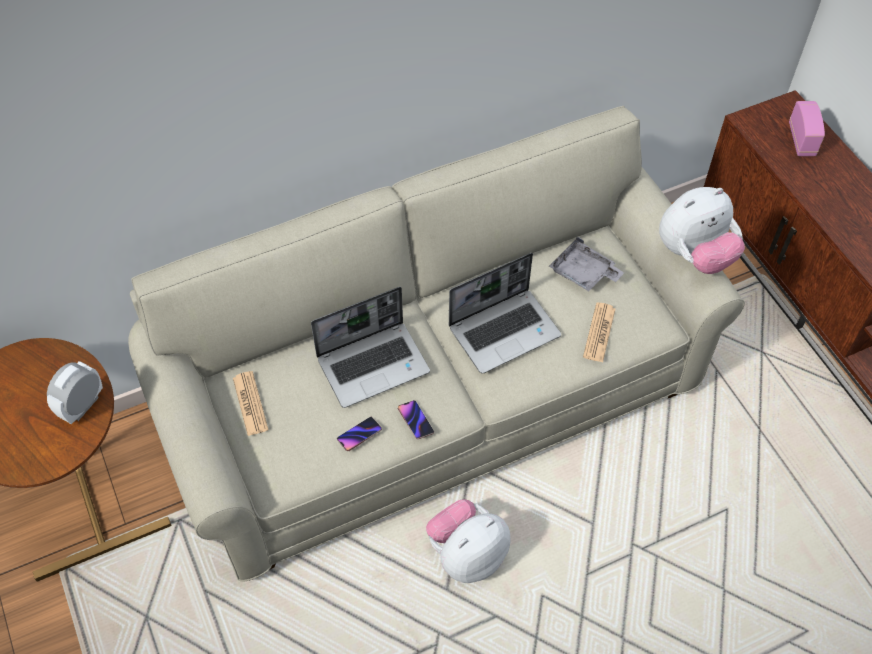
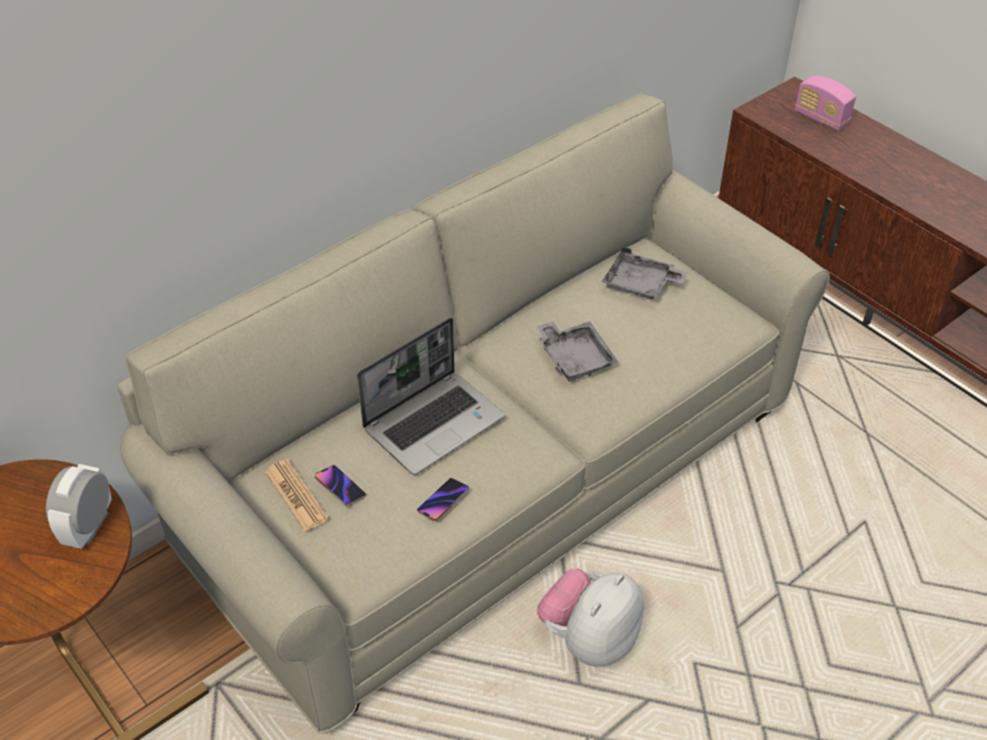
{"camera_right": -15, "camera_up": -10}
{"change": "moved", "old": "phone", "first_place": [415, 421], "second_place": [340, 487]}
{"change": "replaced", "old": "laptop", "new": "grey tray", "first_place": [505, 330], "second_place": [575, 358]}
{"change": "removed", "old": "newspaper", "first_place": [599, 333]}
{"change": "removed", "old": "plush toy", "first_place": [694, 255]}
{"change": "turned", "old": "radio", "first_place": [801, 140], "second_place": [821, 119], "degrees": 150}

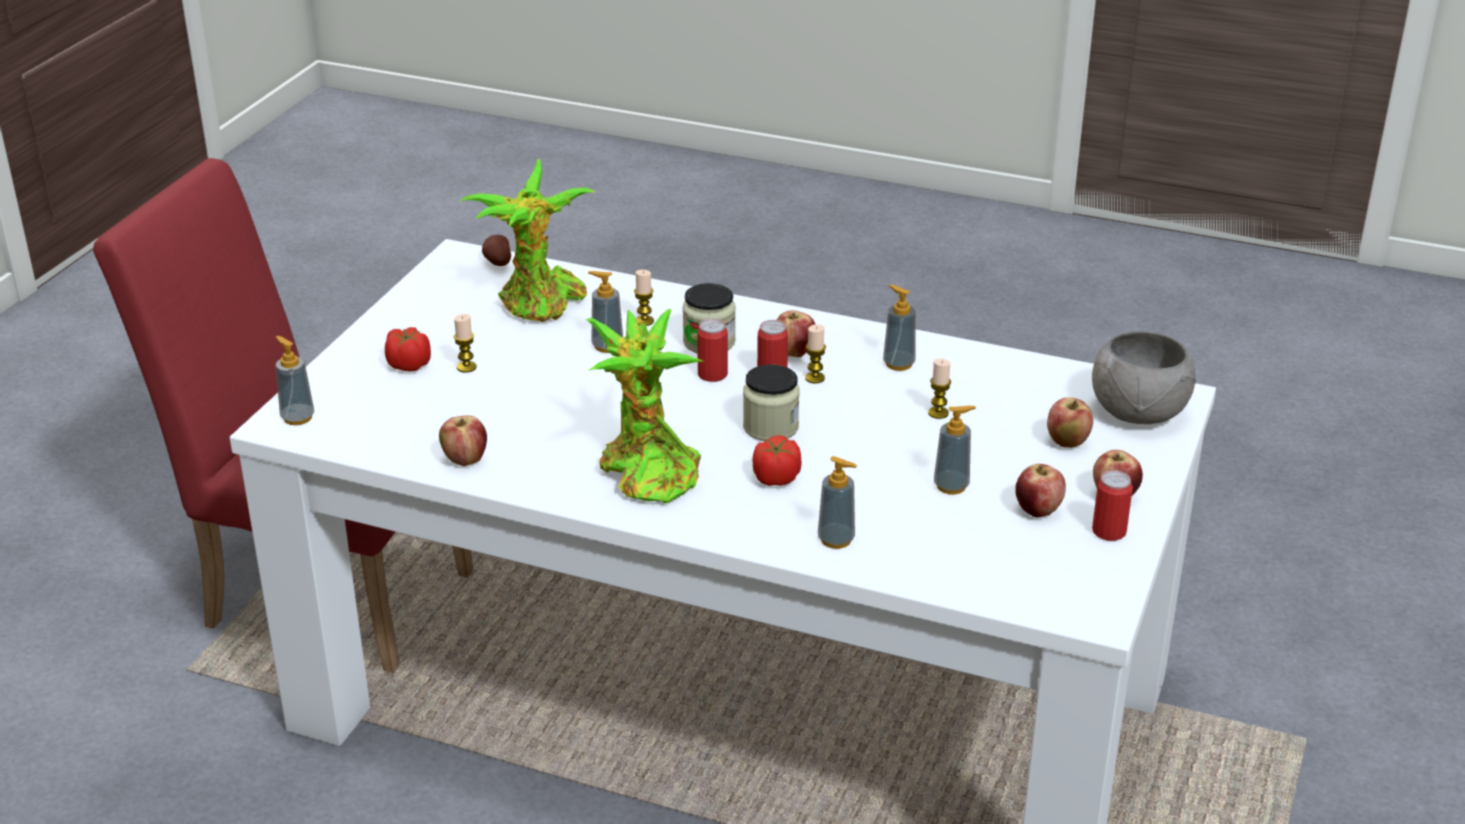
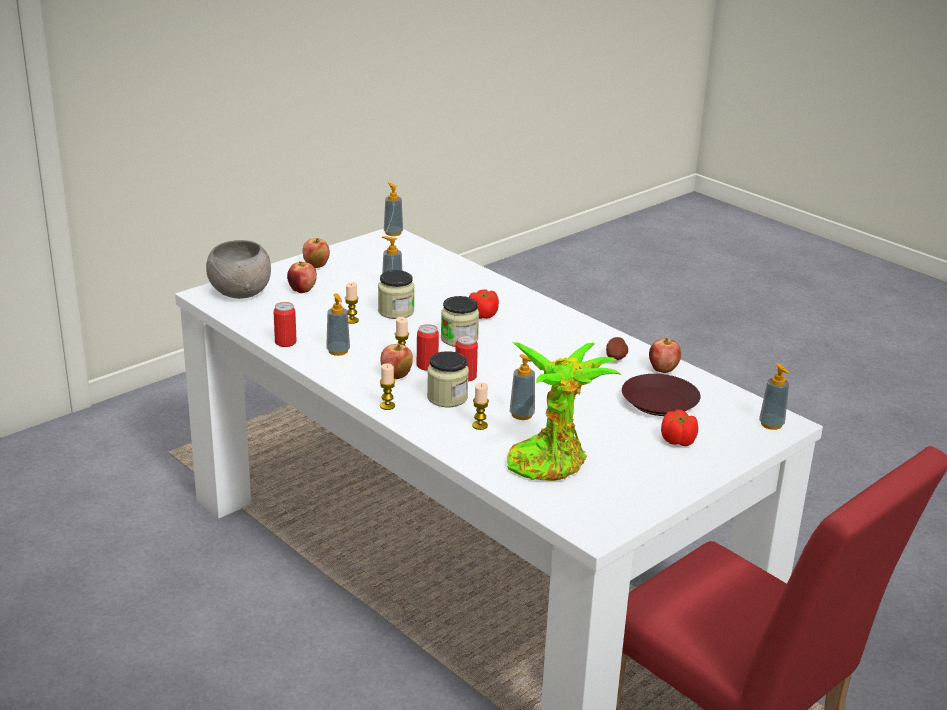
{"camera_right": -155, "camera_up": -5}
{"change": "moved", "old": "candle", "first_place": [466, 367], "second_place": [387, 406]}
{"change": "moved", "old": "potato", "first_place": [497, 262], "second_place": [616, 358]}
{"change": "removed", "old": "potted plant", "first_place": [646, 471]}
{"change": "moved", "old": "soap dispenser", "first_place": [836, 540], "second_place": [393, 233]}
{"change": "removed", "old": "apple", "first_place": [1038, 511]}
{"change": "moved", "old": "can", "first_place": [1109, 531], "second_place": [285, 342]}
{"change": "added", "new": "jar", "second_place": [396, 311]}
{"change": "added", "new": "brown plate", "second_place": [659, 401]}

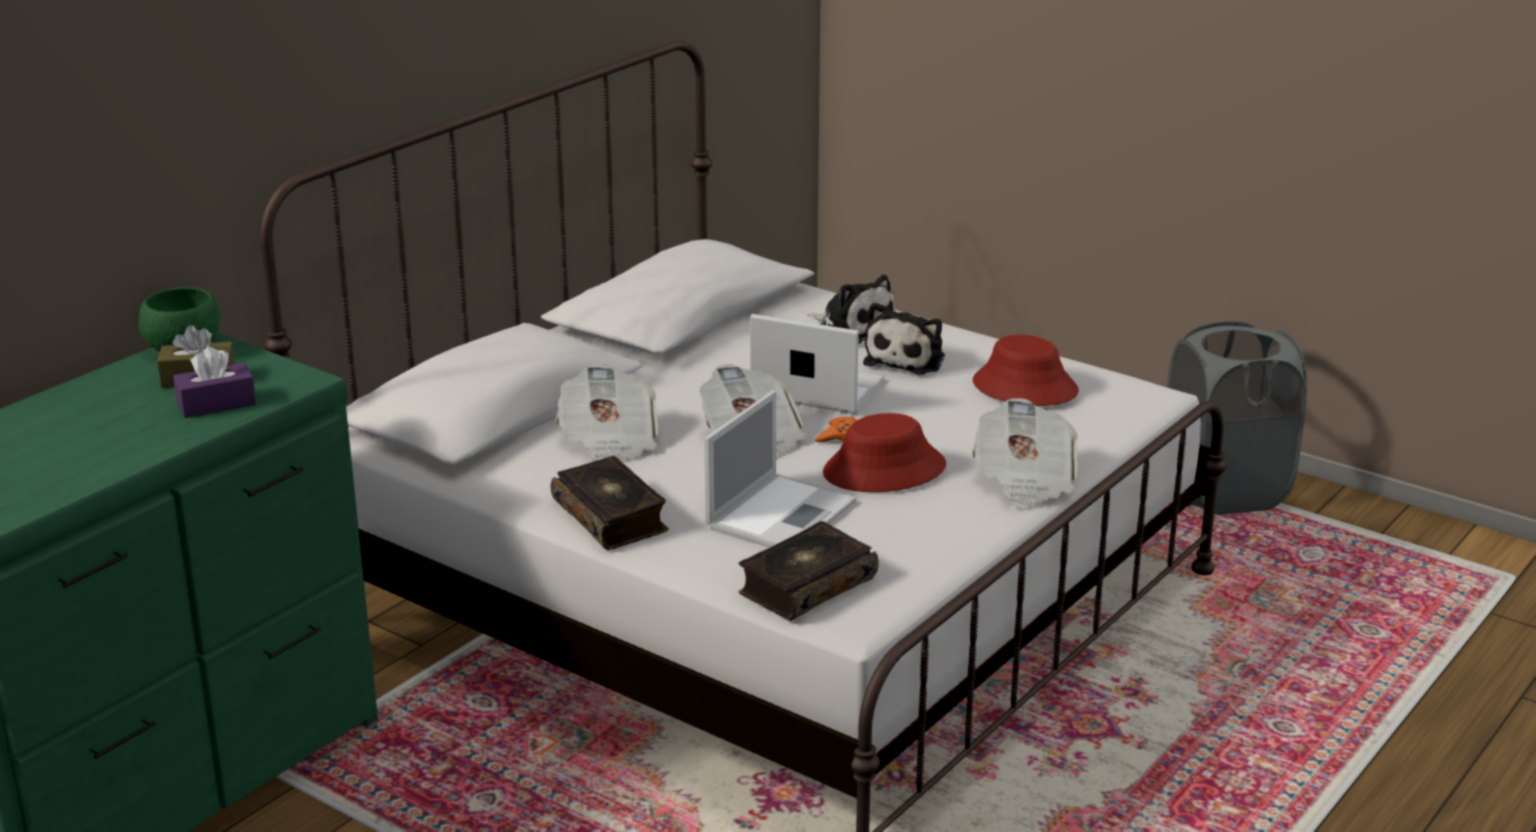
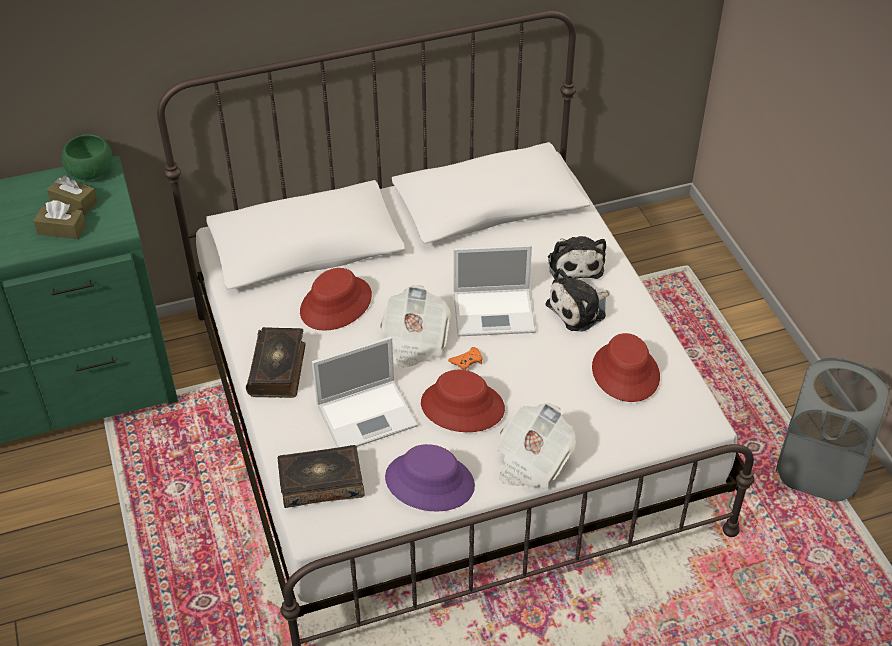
{"camera_right": 35, "camera_up": 20}
{"change": "recoloured", "old": "purple tissue box", "new": "brown tissue box", "first_place": [216, 404], "second_place": [62, 229]}
{"change": "replaced", "old": "newspaper", "new": "red hat", "first_place": [609, 443], "second_place": [336, 304]}
{"change": "turned", "old": "laptop", "first_place": [815, 389], "second_place": [495, 312], "degrees": 120}
{"change": "added", "new": "purple hat", "second_place": [430, 482]}

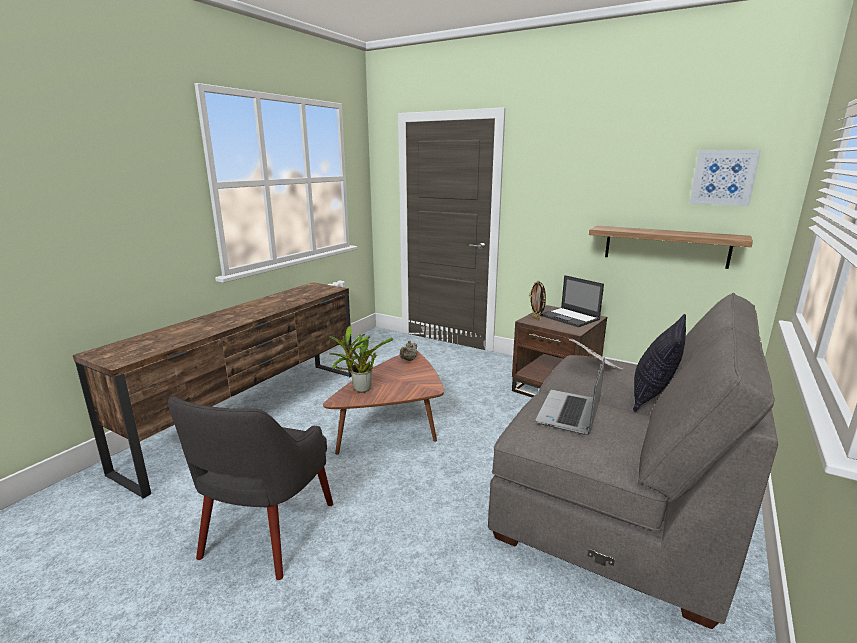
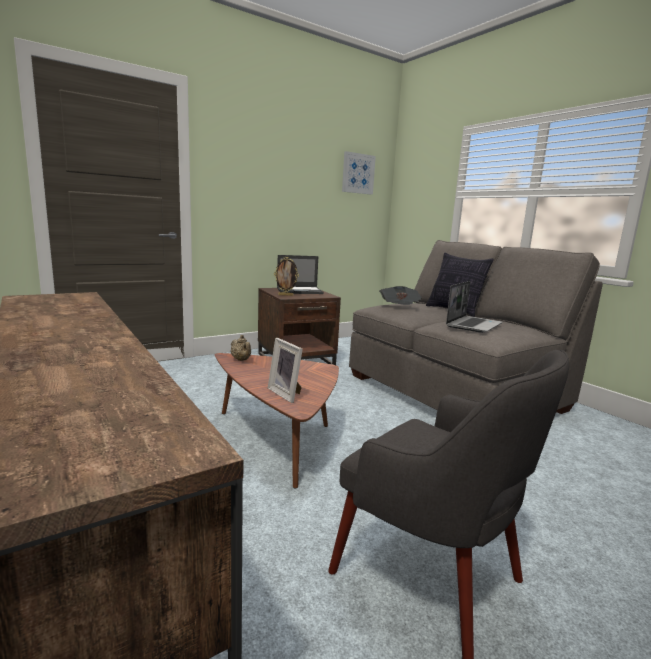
{"camera_right": -65, "camera_up": -5}
{"change": "replaced", "old": "potted plant", "new": "picture frame", "first_place": [360, 390], "second_place": [287, 393]}
{"change": "turned", "old": "laptop", "first_place": [569, 414], "second_place": [473, 325], "degrees": -105}
{"change": "removed", "old": "shelf", "first_place": [665, 246]}

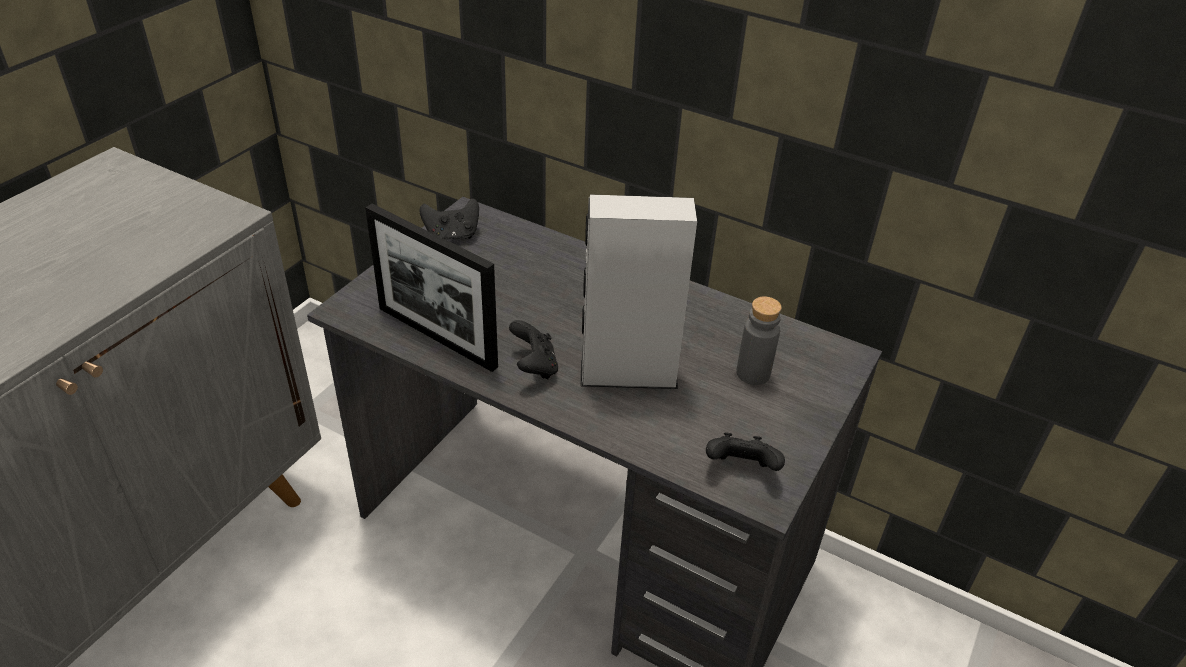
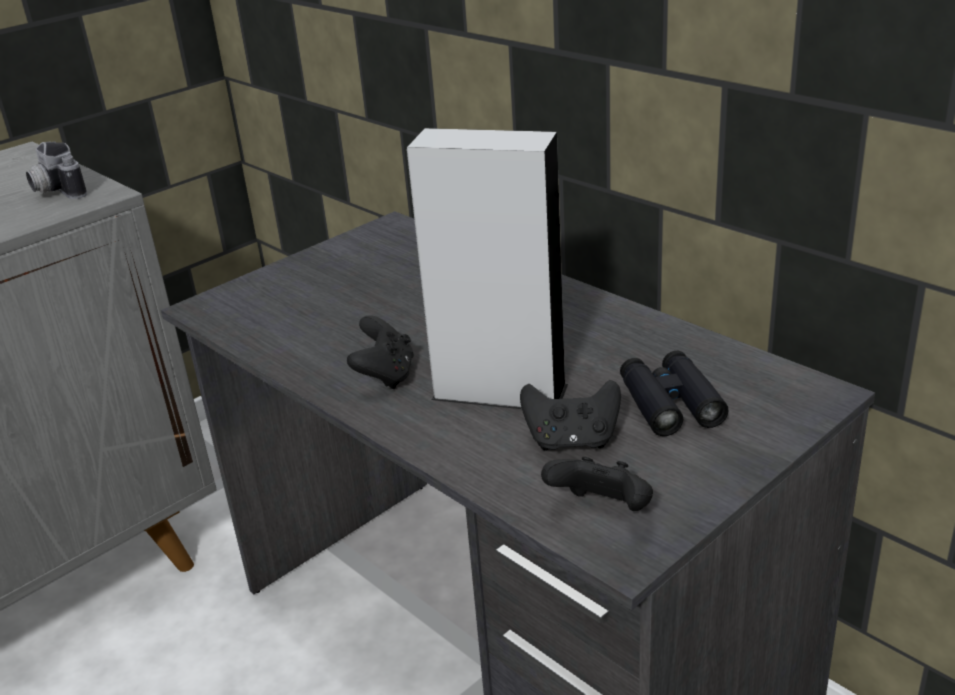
{"camera_right": 20, "camera_up": -10}
{"change": "removed", "old": "picture frame", "first_place": [437, 337]}
{"change": "moved", "old": "black game controller", "first_place": [452, 235], "second_place": [572, 440]}
{"change": "replaced", "old": "grey bottle", "new": "black binoculars", "first_place": [753, 373], "second_place": [670, 403]}
{"change": "added", "new": "photo camera", "second_place": [55, 191]}

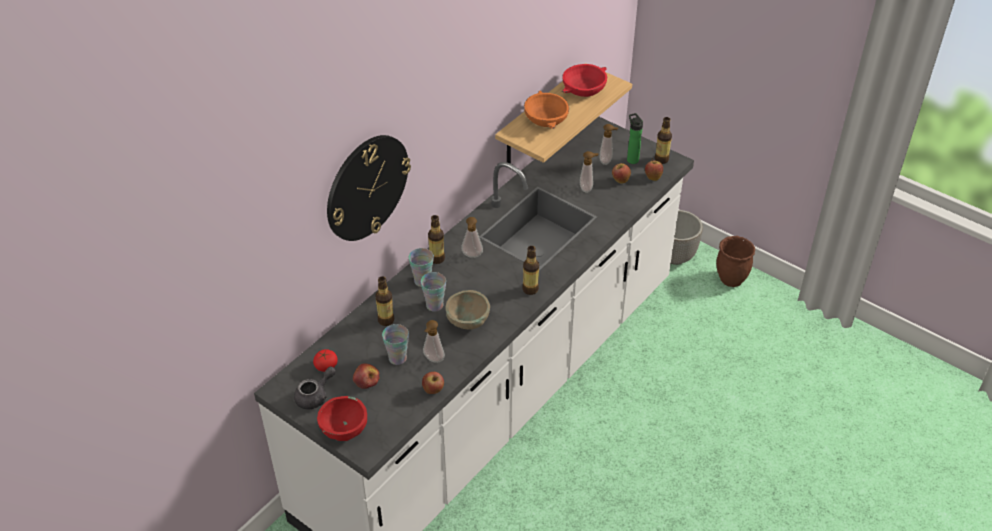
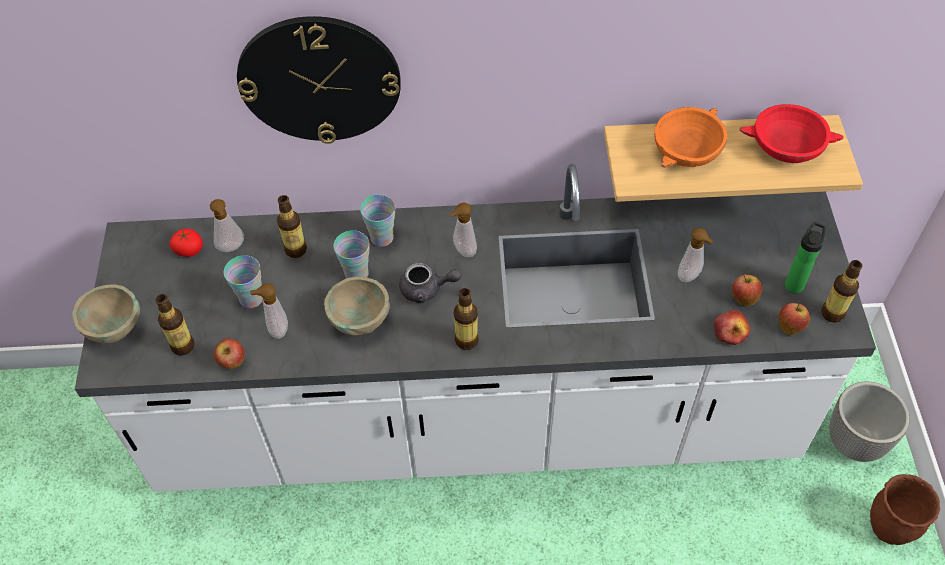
{"camera_right": 50, "camera_up": 10}
{"change": "moved", "old": "grey teapot", "first_place": [315, 396], "second_place": [427, 289]}
{"change": "recoloured", "old": "red bowl", "new": "beige bowl", "first_place": [345, 431], "second_place": [114, 329]}
{"change": "moved", "old": "apple", "first_place": [366, 380], "second_place": [730, 331]}
{"change": "moved", "old": "bottle", "first_place": [437, 258], "second_place": [183, 346]}
{"change": "moved", "old": "soap dispenser", "first_place": [607, 161], "second_place": [232, 248]}

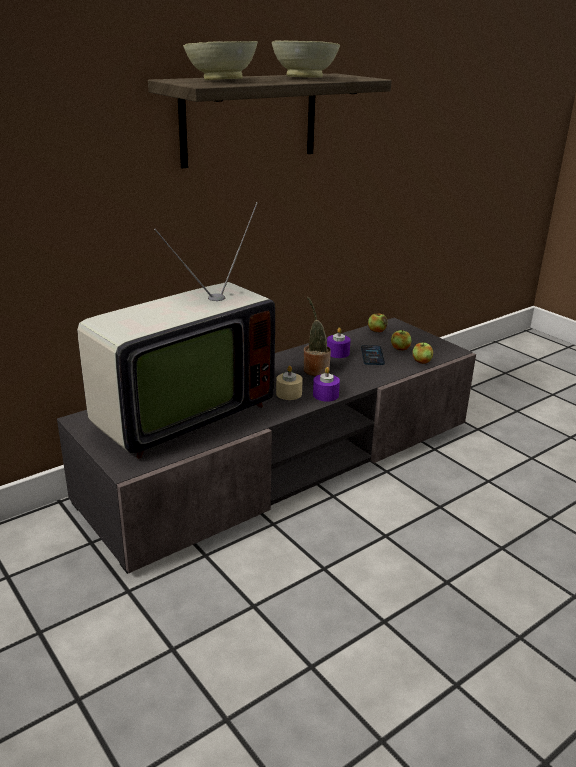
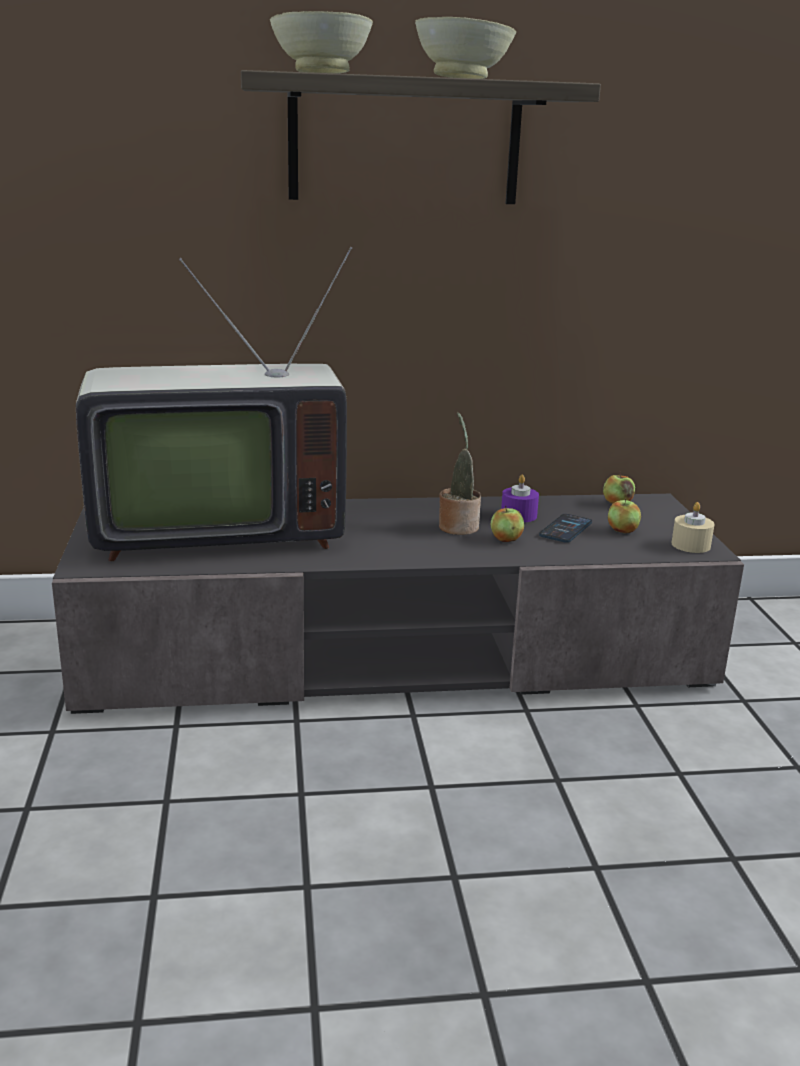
{"camera_right": 30, "camera_up": -5}
{"change": "moved", "old": "beige candle", "first_place": [289, 393], "second_place": [691, 545]}
{"change": "removed", "old": "purple candle", "first_place": [325, 395]}
{"change": "moved", "old": "apple", "first_place": [421, 361], "second_place": [506, 539]}

